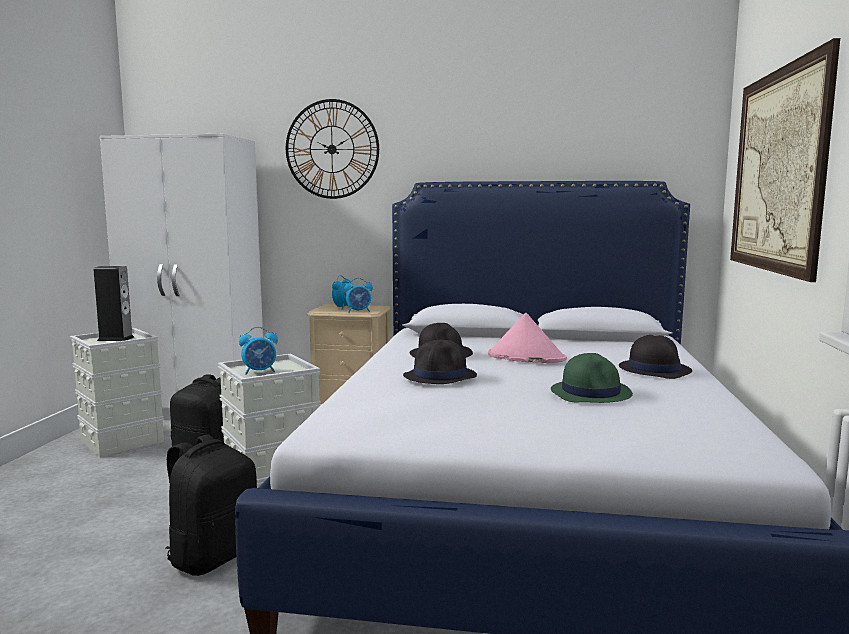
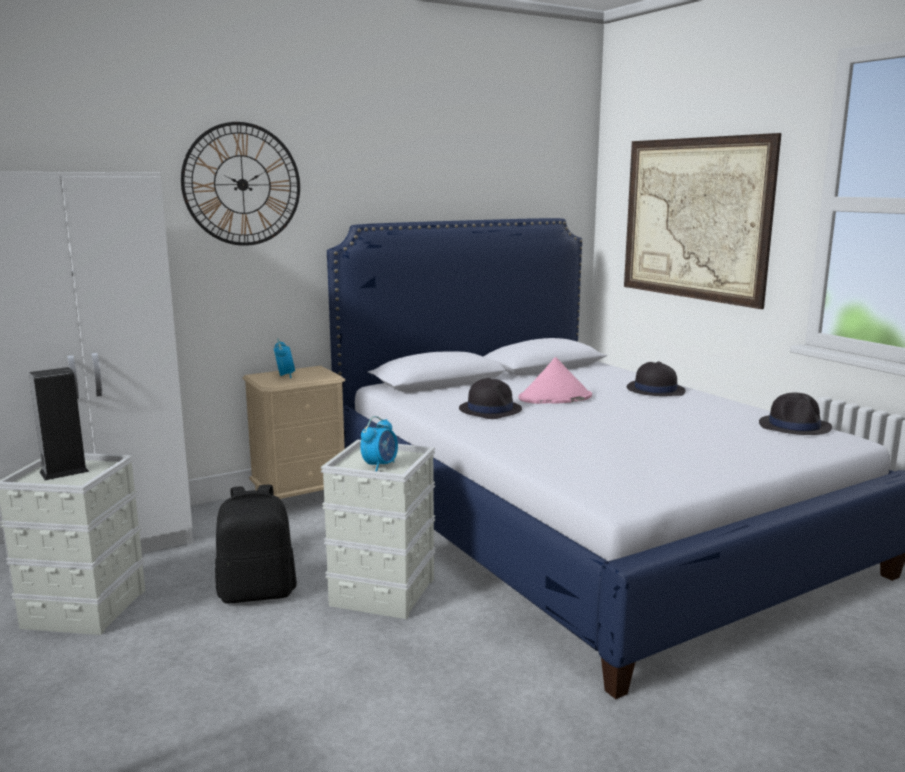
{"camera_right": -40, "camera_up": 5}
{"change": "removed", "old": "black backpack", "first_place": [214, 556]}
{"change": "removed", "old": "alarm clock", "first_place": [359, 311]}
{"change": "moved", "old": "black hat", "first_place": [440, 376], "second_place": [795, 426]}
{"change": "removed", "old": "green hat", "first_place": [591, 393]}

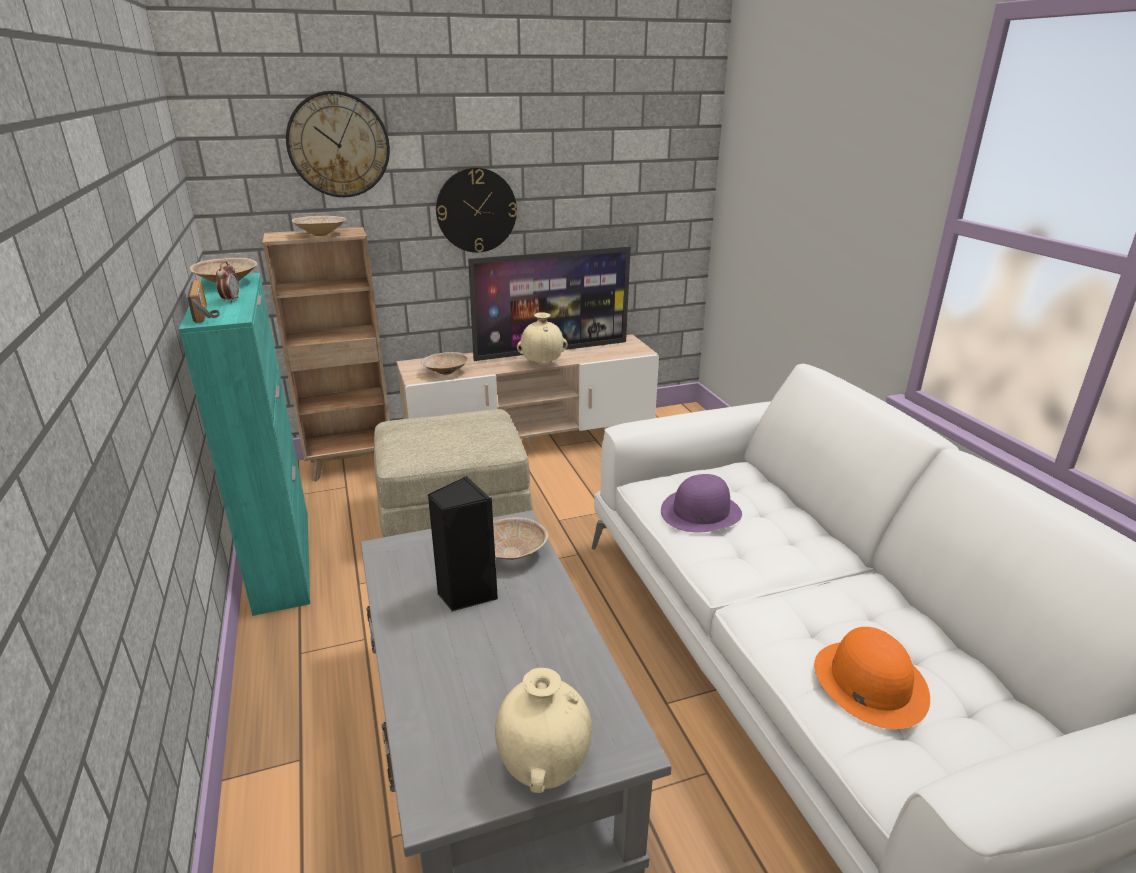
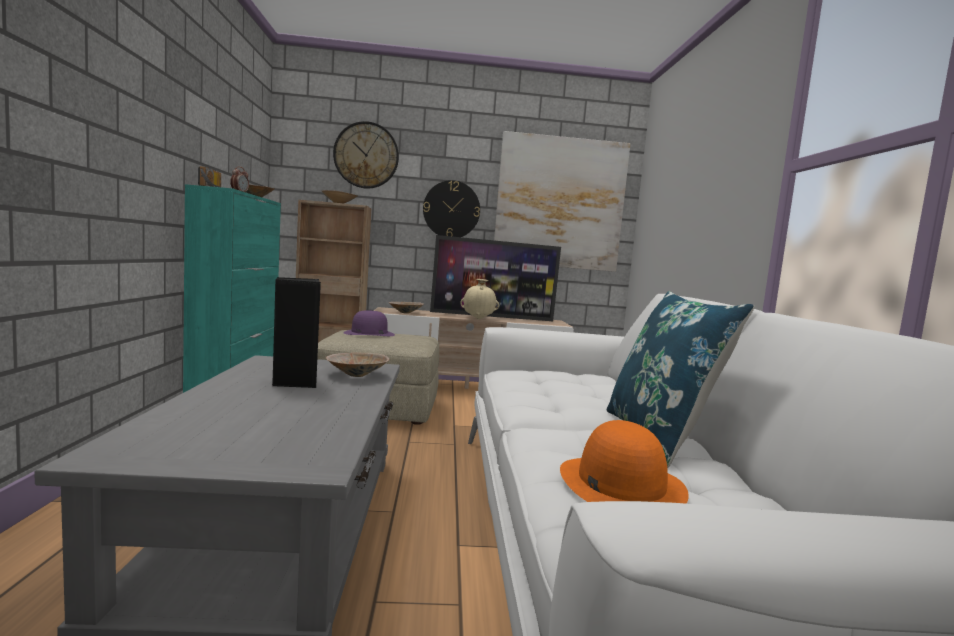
{"camera_right": 15, "camera_up": -20}
{"change": "removed", "old": "beige vase", "first_place": [544, 767]}
{"change": "moved", "old": "purple hat", "first_place": [701, 512], "second_place": [369, 333]}
{"change": "added", "new": "picture", "second_place": [560, 203]}
{"change": "added", "new": "blue pillow", "second_place": [658, 437]}

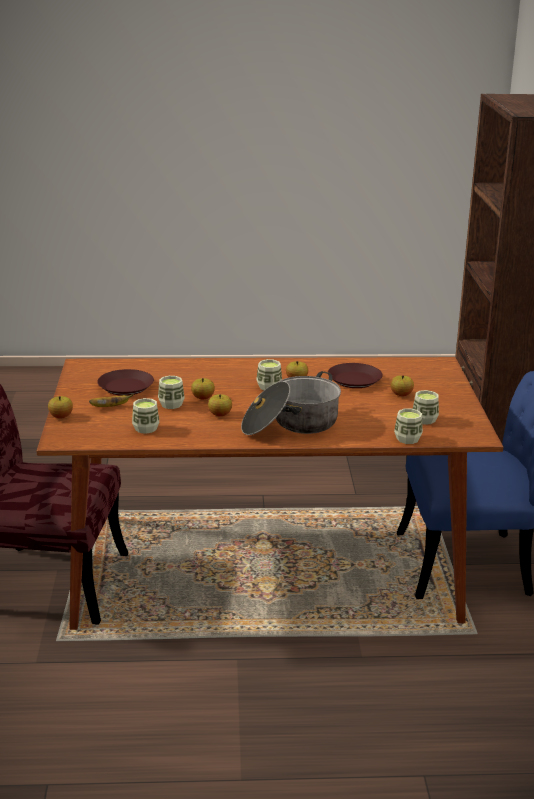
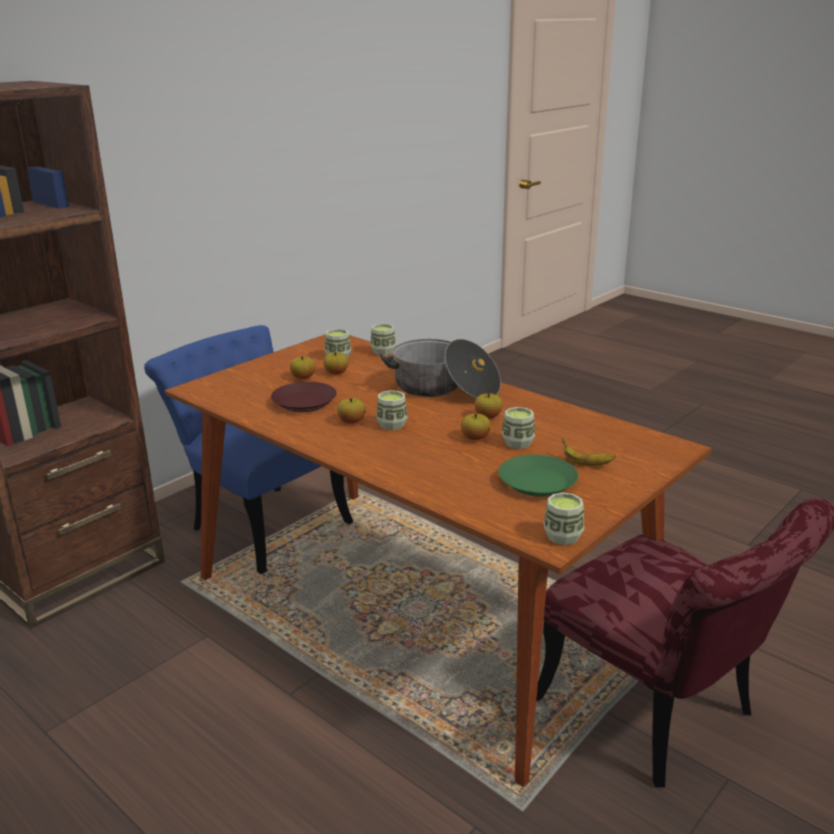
{"camera_right": -135, "camera_up": 0}
{"change": "moved", "old": "apple", "first_place": [61, 416], "second_place": [336, 373]}
{"change": "recoloured", "old": "brown plate", "new": "green plate", "first_place": [125, 387], "second_place": [538, 482]}
{"change": "moved", "old": "cup", "first_place": [146, 428], "second_place": [562, 536]}

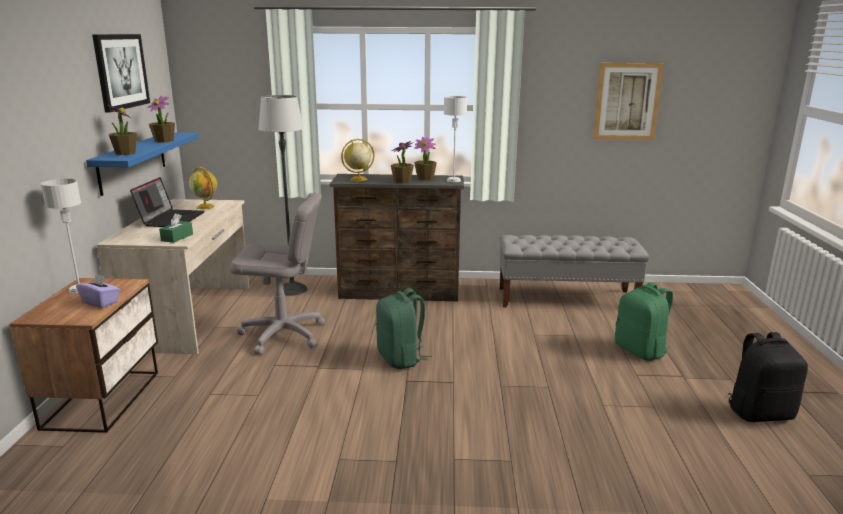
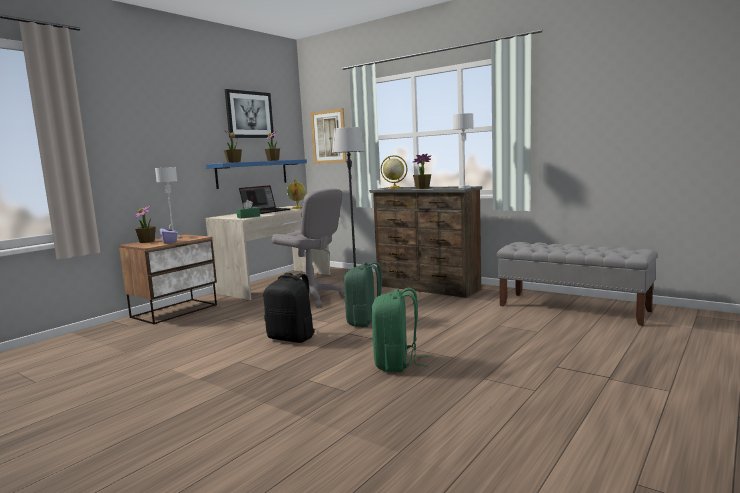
{"camera_right": 35, "camera_up": -10}
{"change": "moved", "old": "potted plant", "first_place": [425, 178], "second_place": [147, 241]}
{"change": "moved", "old": "picture", "first_place": [627, 101], "second_place": [329, 137]}
{"change": "moved", "old": "green backpack", "first_place": [641, 351], "second_place": [397, 363]}
{"change": "moved", "old": "black backpack", "first_place": [760, 413], "second_place": [292, 338]}

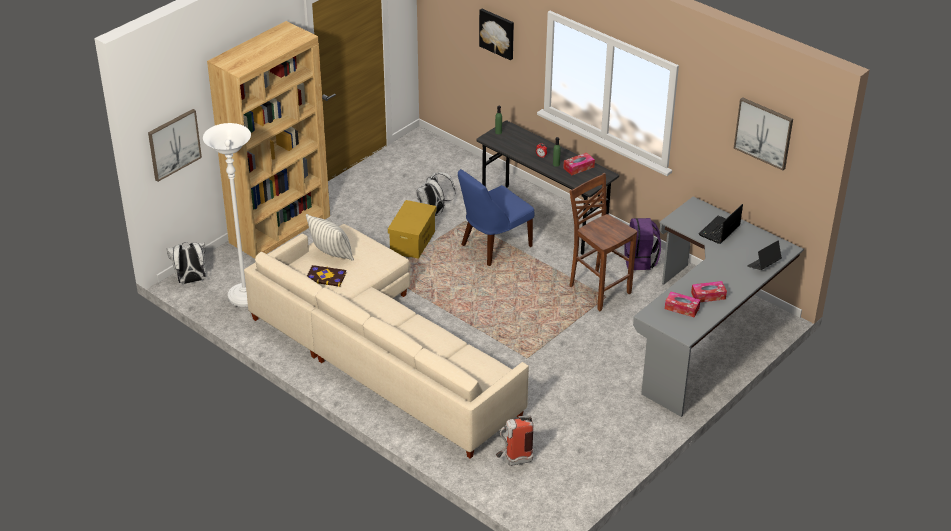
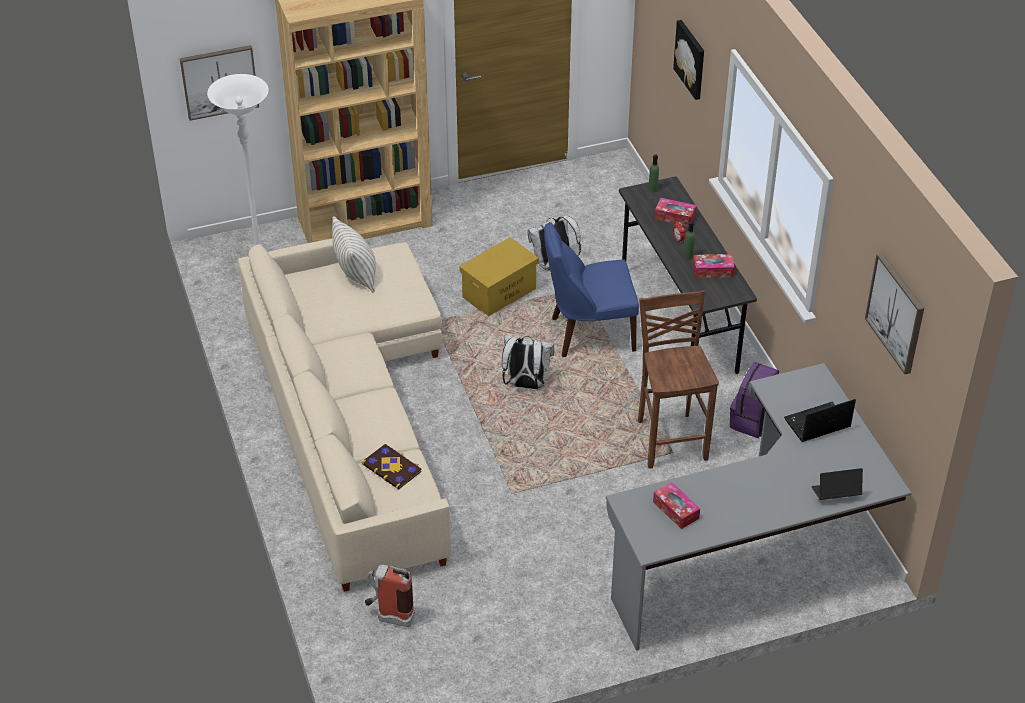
{"camera_right": 30, "camera_up": 5}
{"change": "moved", "old": "white backpack", "first_place": [191, 280], "second_place": [526, 385]}
{"change": "moved", "old": "book", "first_place": [326, 277], "second_place": [392, 467]}
{"change": "moved", "old": "tissue box", "first_place": [708, 296], "second_place": [675, 217]}

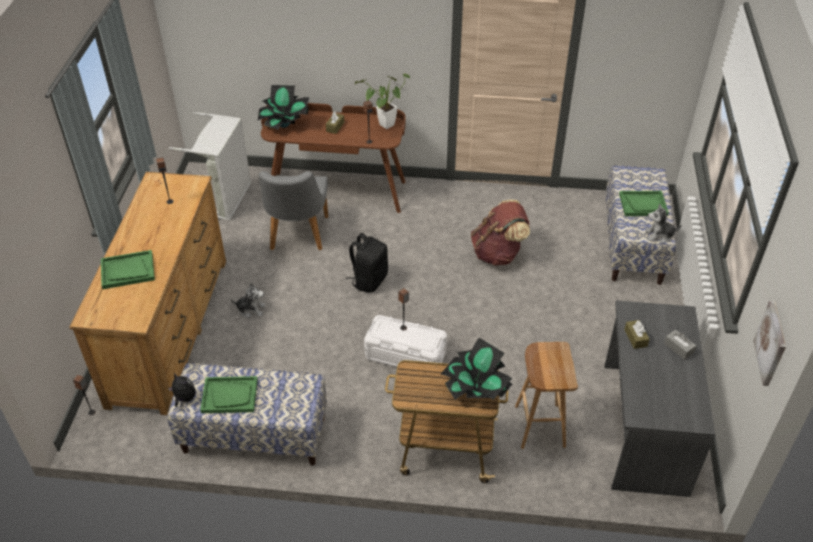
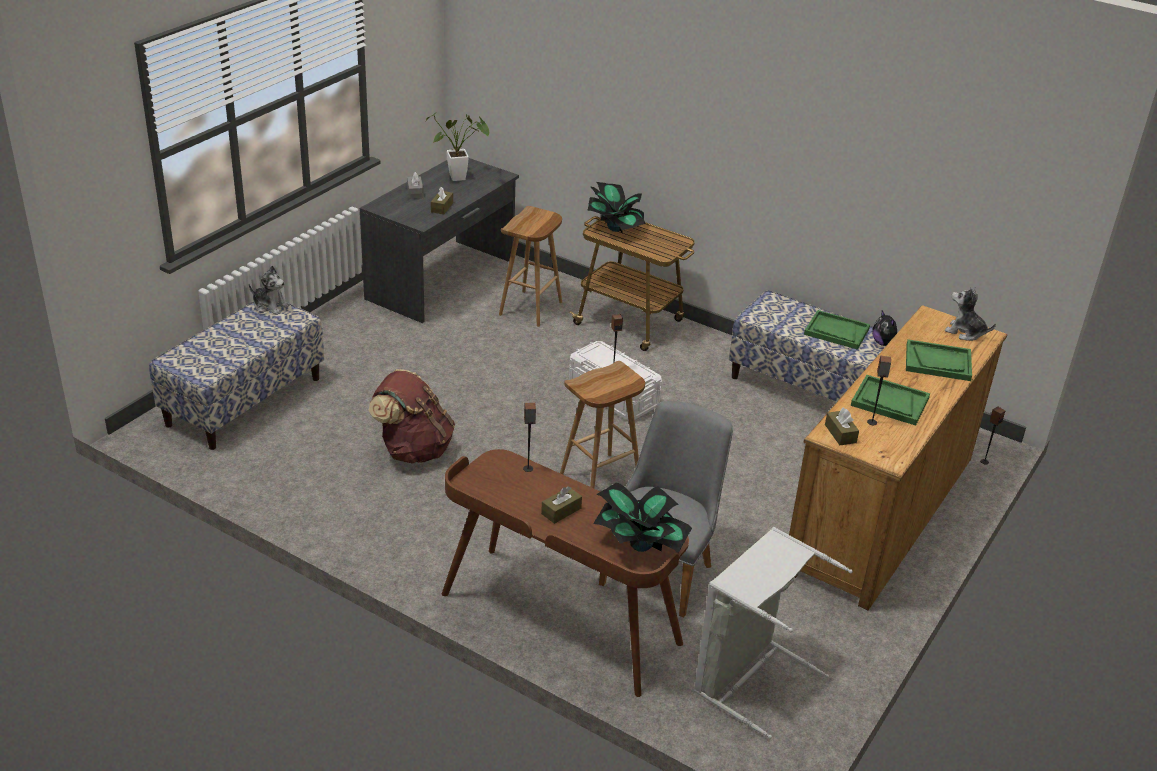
{"camera_right": -155, "camera_up": -10}
{"change": "moved", "old": "plush toy", "first_place": [251, 309], "second_place": [965, 332]}
{"change": "replaced", "old": "black backpack", "new": "brown stool", "first_place": [369, 280], "second_place": [600, 478]}
{"change": "moved", "old": "potted plant", "first_place": [384, 126], "second_place": [461, 177]}
{"change": "moved", "old": "green tray", "first_place": [643, 204], "second_place": [889, 402]}
{"change": "removed", "old": "picture", "first_place": [771, 343]}
{"change": "added", "new": "brown tissue box", "second_place": [840, 434]}

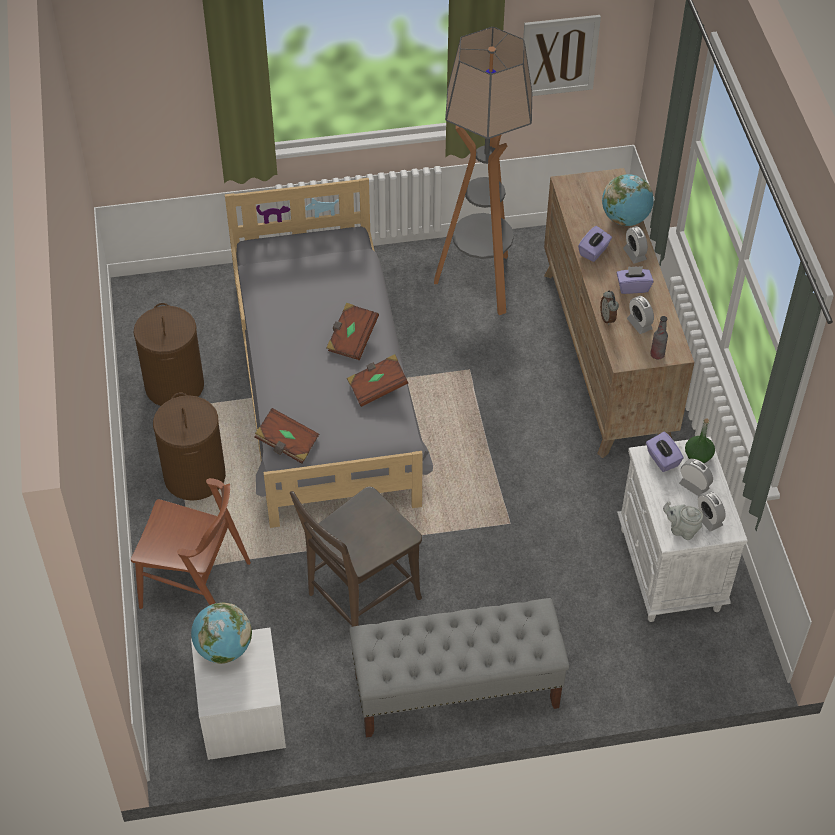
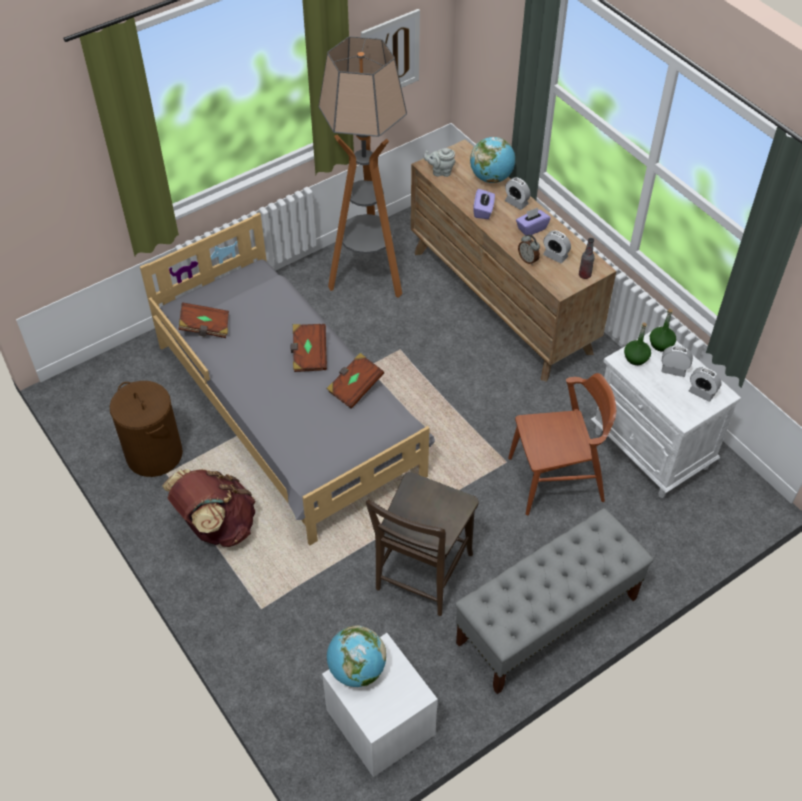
{"camera_right": -25, "camera_up": 0}
{"change": "moved", "old": "brown chair", "first_place": [196, 584], "second_place": [556, 479]}
{"change": "replaced", "old": "brown laundry basket", "new": "brown backpack", "first_place": [194, 476], "second_place": [216, 526]}
{"change": "moved", "old": "brown book", "first_place": [287, 444], "second_place": [205, 328]}
{"change": "replaced", "old": "purple tissue box", "new": "green bottle", "first_place": [662, 459], "second_place": [636, 358]}
{"change": "moved", "old": "grey teapot", "first_place": [681, 530], "second_place": [440, 172]}

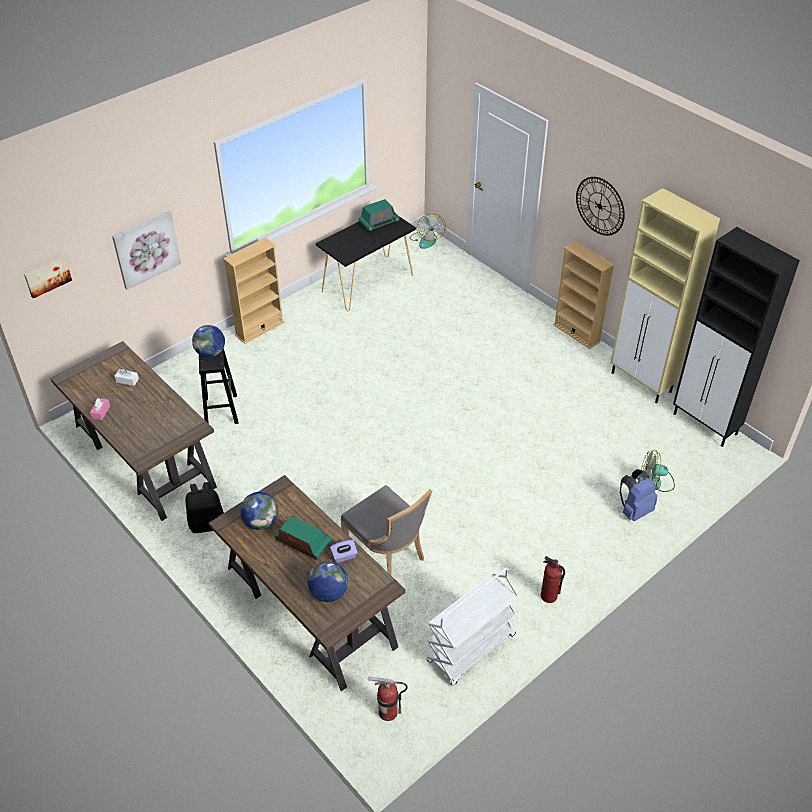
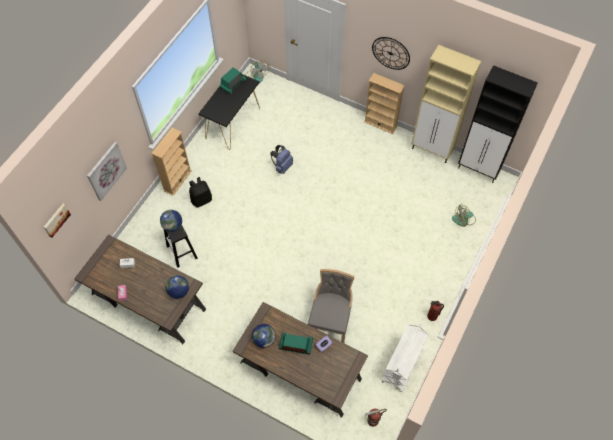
{"camera_right": -20, "camera_up": 15}
{"change": "moved", "old": "black backpack", "first_place": [207, 523], "second_place": [201, 199]}
{"change": "moved", "old": "globe", "first_place": [328, 593], "second_place": [179, 291]}
{"change": "turned", "old": "grey chair", "first_place": [387, 554], "second_place": [330, 320], "degrees": -105}
{"change": "moved", "old": "blue backpack", "first_place": [634, 510], "second_place": [282, 166]}

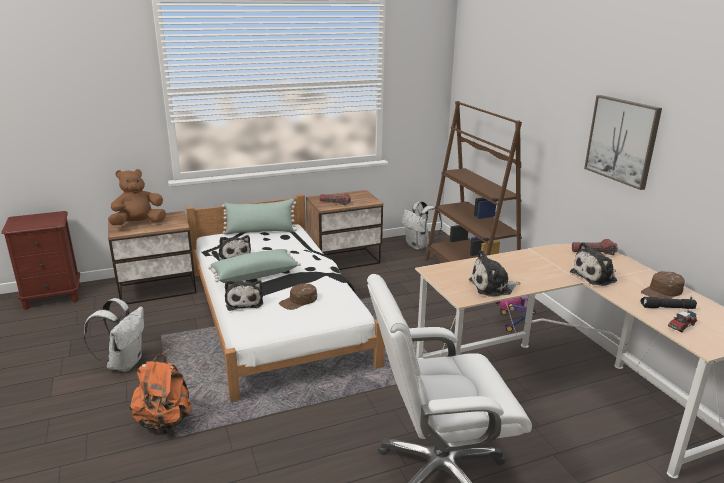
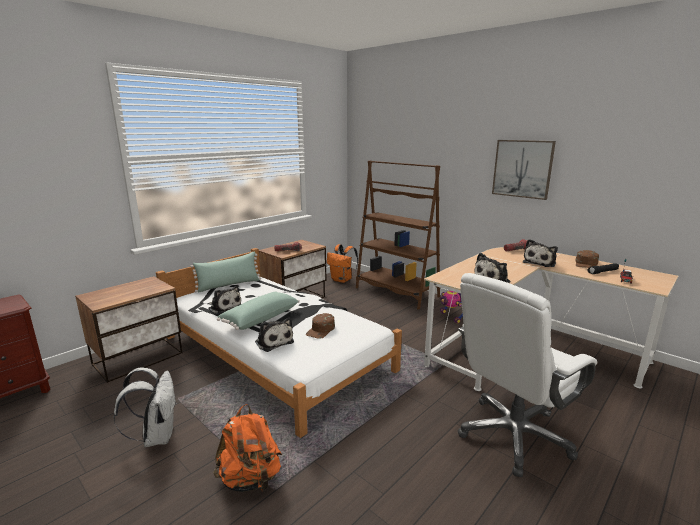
{"camera_right": -25, "camera_up": -5}
{"change": "removed", "old": "brown plush toy", "first_place": [138, 224]}
{"change": "recoloured", "old": "white backpack", "new": "orange backpack", "first_place": [419, 246], "second_place": [342, 280]}

